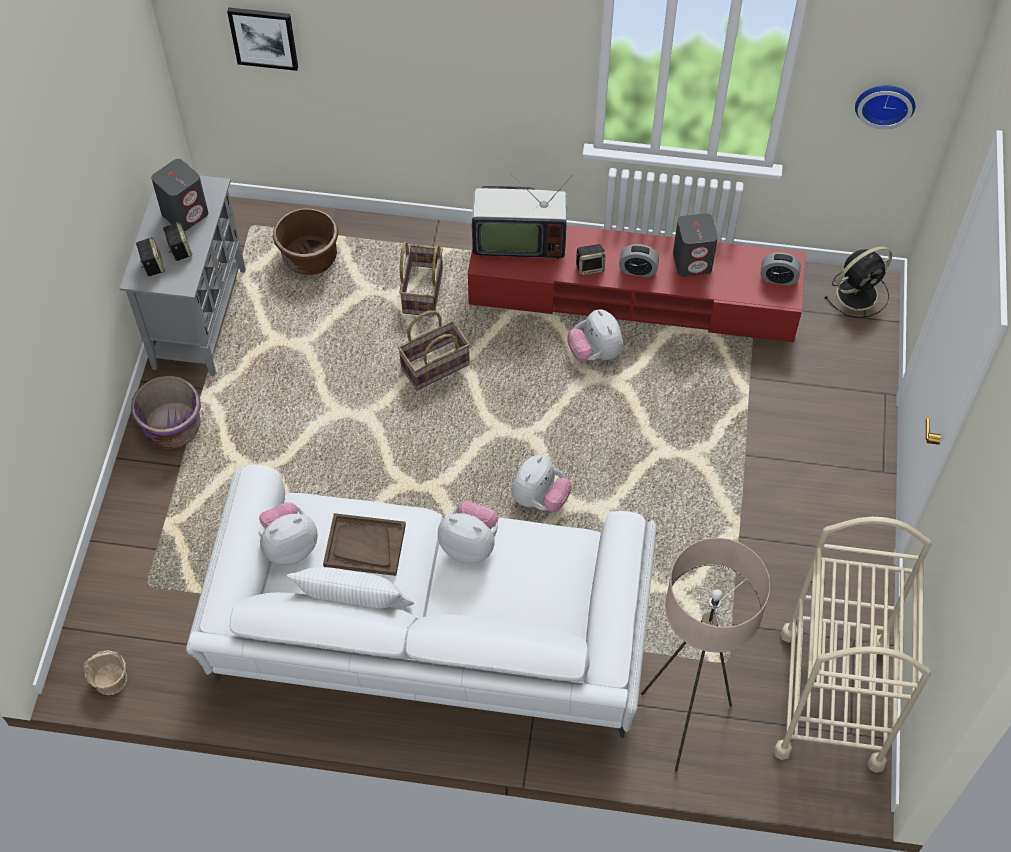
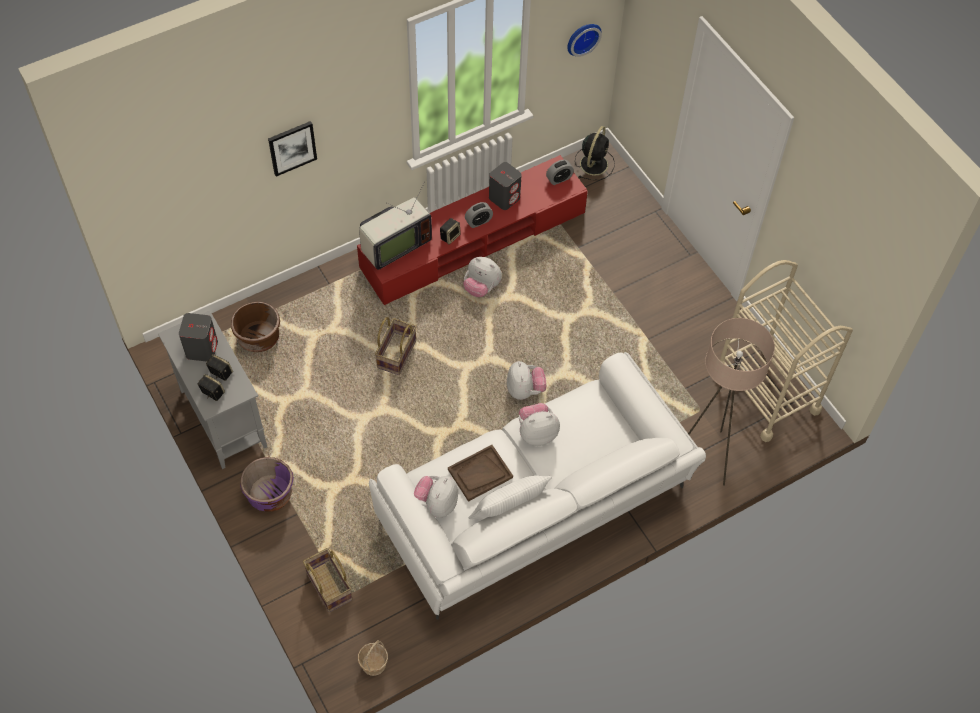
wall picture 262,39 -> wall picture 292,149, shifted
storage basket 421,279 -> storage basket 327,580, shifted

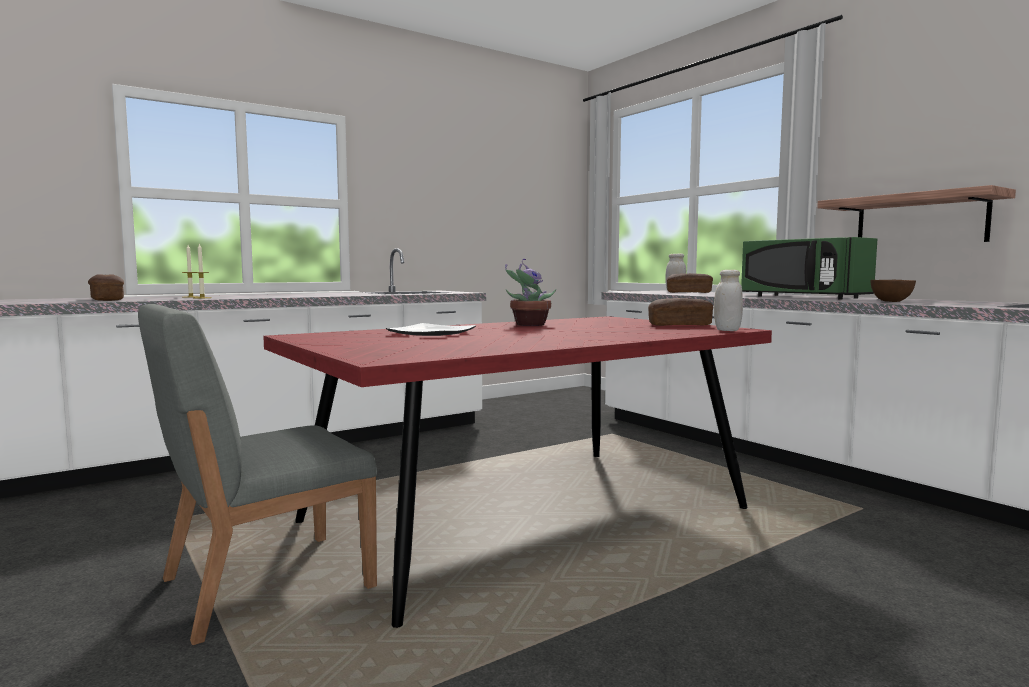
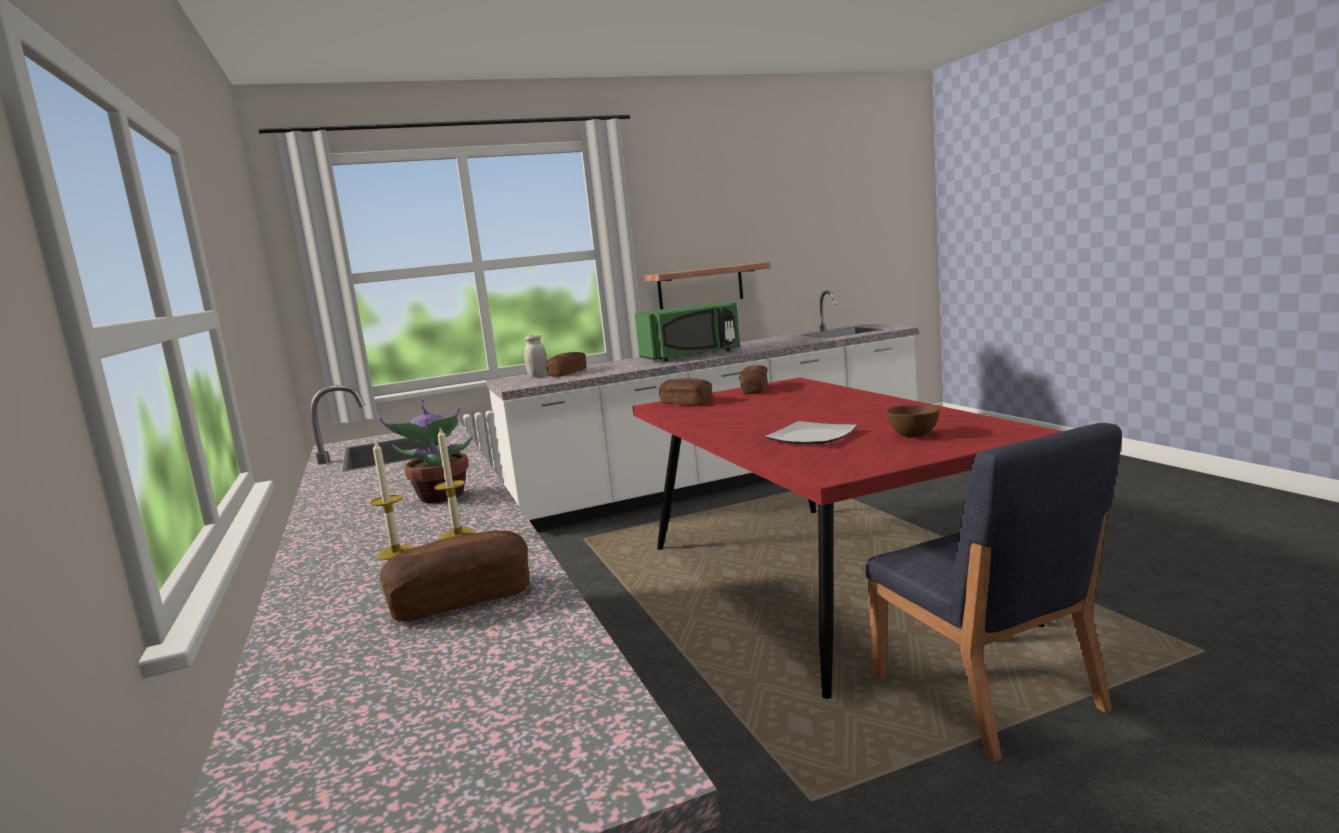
plain chair (gray) 257,474 -> plain chair (bluish) 993,592
houseplant 530,292 -> houseplant 425,451, shifted
jar (whitish) 728,300 -> none
deep dish (brown) 893,291 -> deep dish (brown) 912,421, shifted
none -> bread 686,391

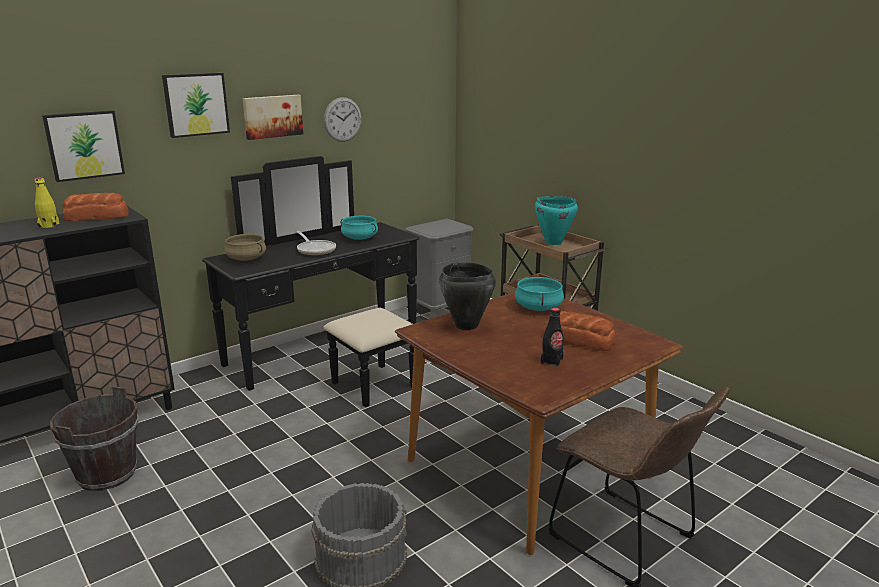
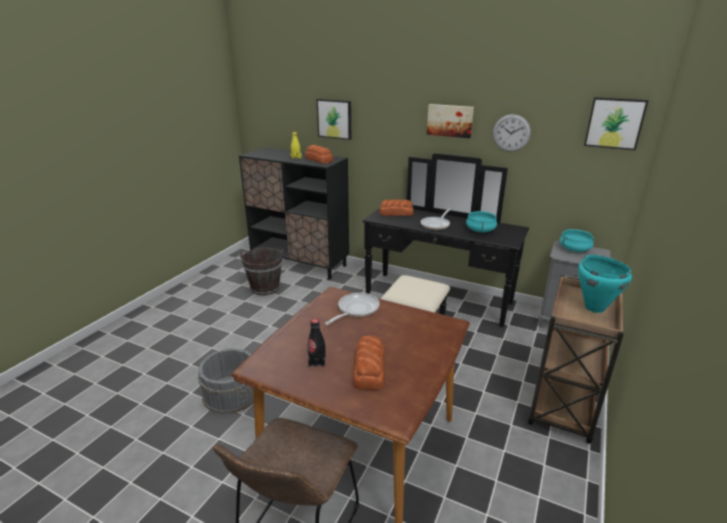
wall picture 196,105 -> wall picture 616,123, shifted
cooking pot (beige) 245,247 -> bread 396,207
cooking pot (black) 467,296 -> frying pan 352,309
cooking pot (turquoise) 539,294 -> cooking pot (turquoise) 576,240, shifted

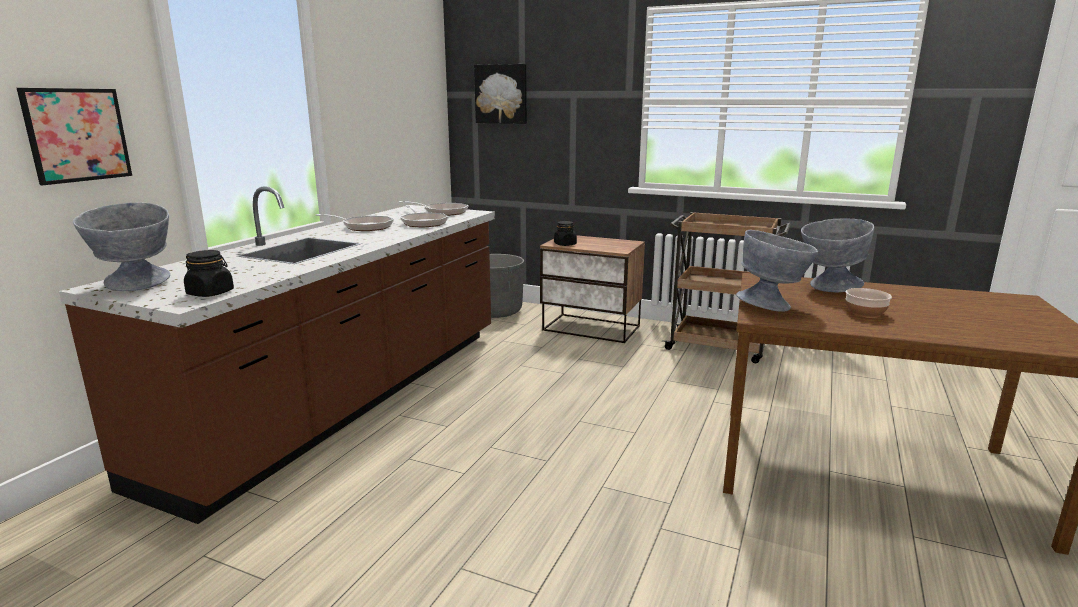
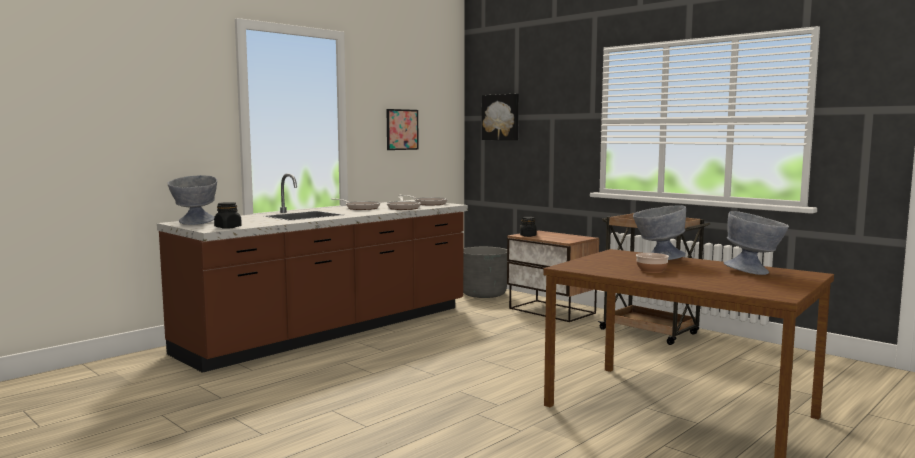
wall picture 74,136 -> wall picture 402,129, shifted
deep dish (gray) 777,271 -> deep dish (gray) 756,243, shifted

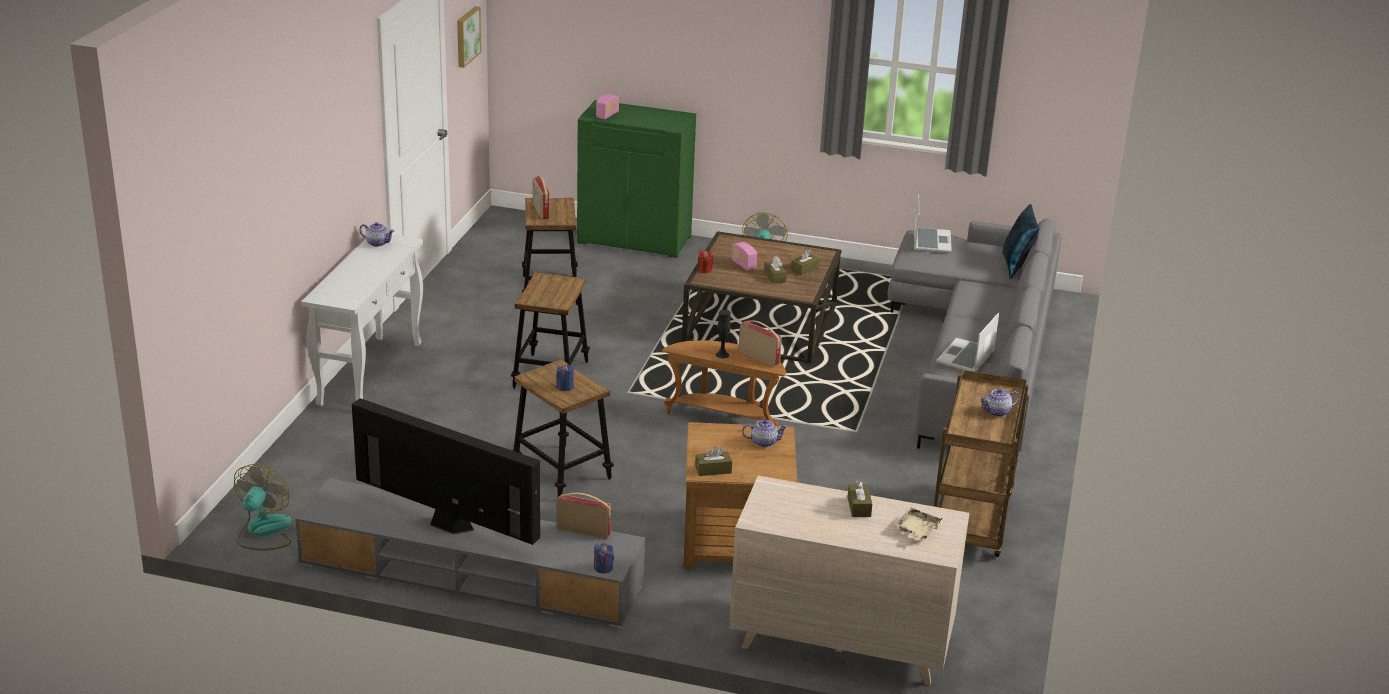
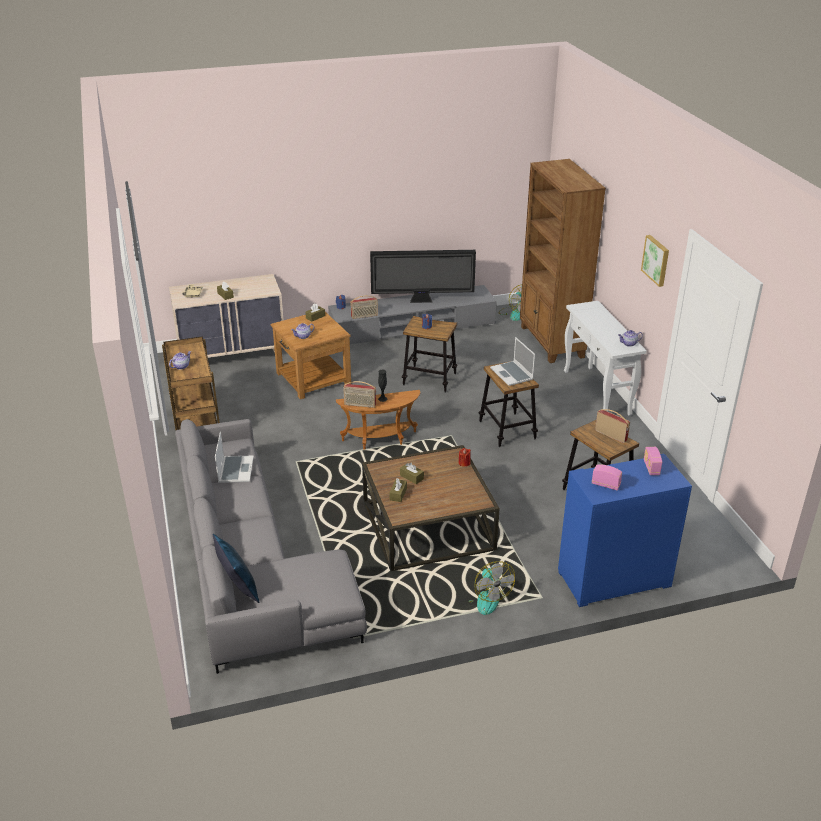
wall picture 469,37 -> wall picture 655,261, shifted
storage cabinet (greenish) 636,179 -> storage cabinet (bluish) 625,530
radio receiver 744,256 -> radio receiver 607,477, shifted
laptop 933,224 -> laptop 512,361, shifted
none -> bookcase (brown) 563,261

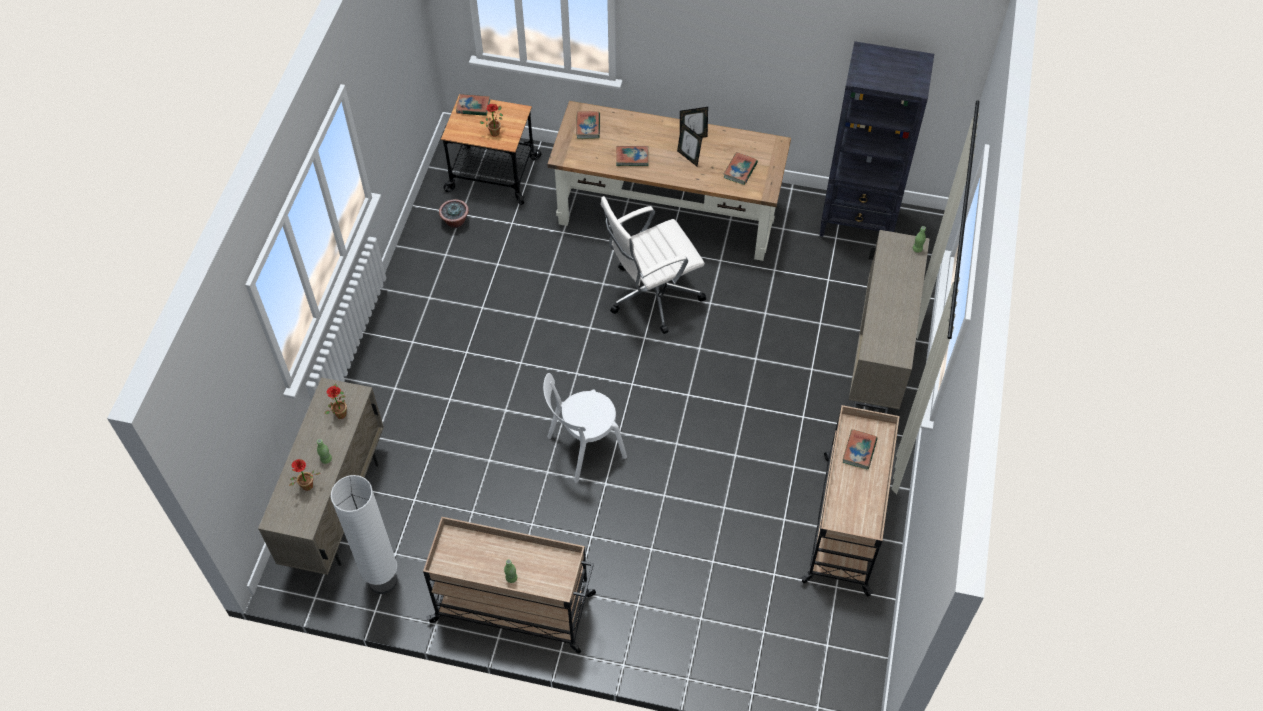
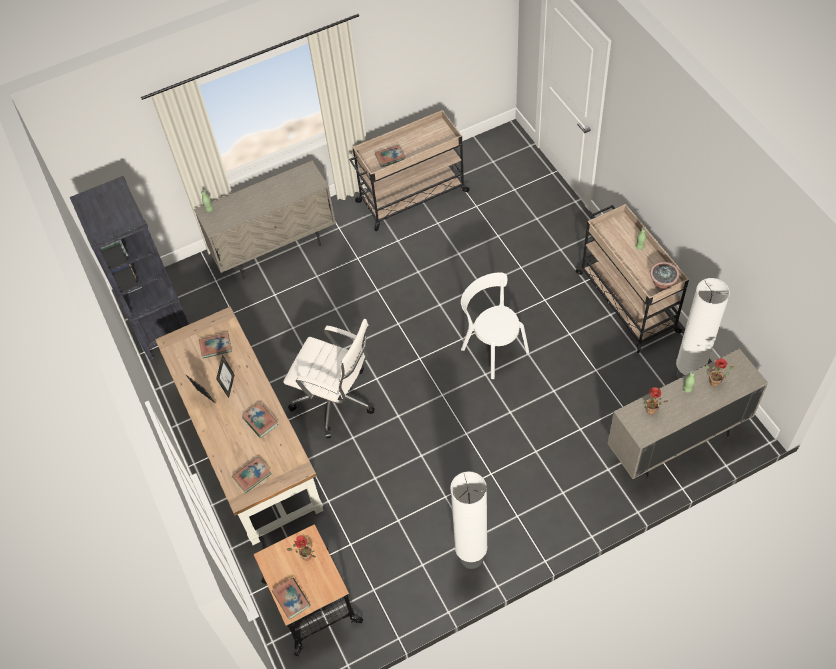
houseplant 454,213 -> houseplant 664,276, shifted
plain chair (whitish) 585,428 -> plain chair (whitish) 495,325, 150 degrees counterclockwise
none -> floor lamp (whitish) 468,520

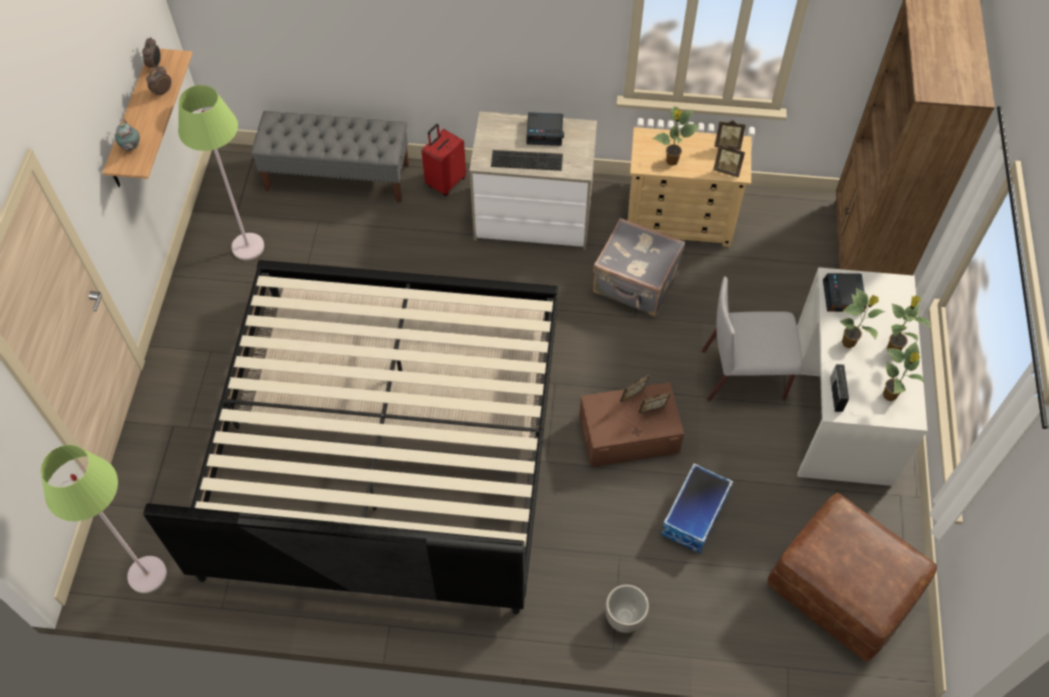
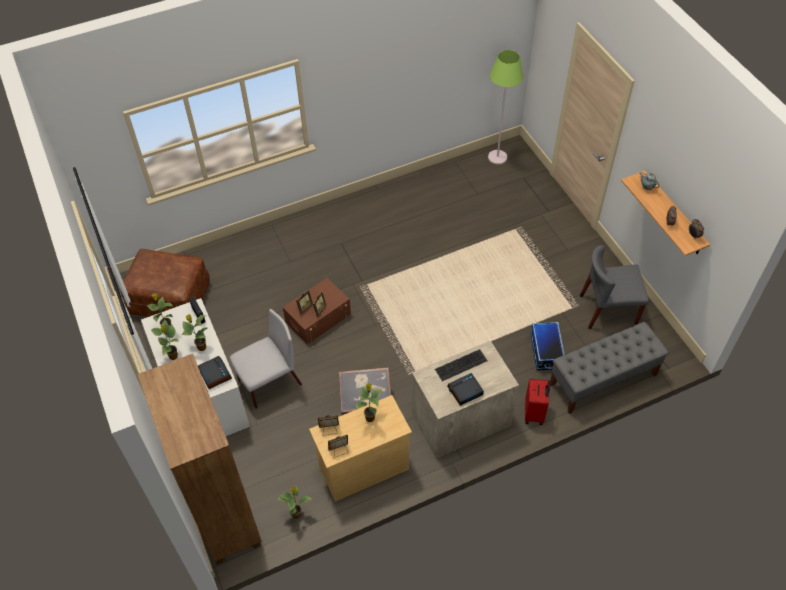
bedroom bed 350,437 -> none
floor lamp (greenish) 221,172 -> plain chair (gray) 614,287
flower pot 627,608 -> none
storage box 697,508 -> storage box 548,346, shifted
none -> houseplant 295,502

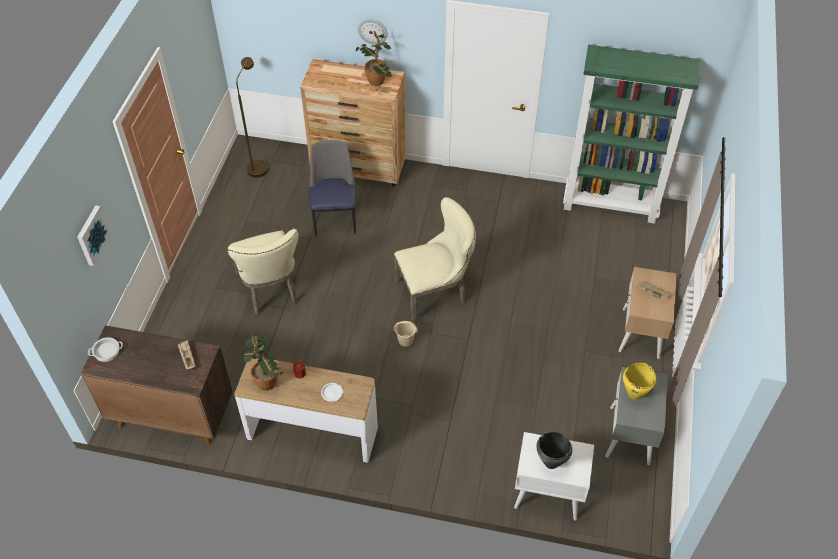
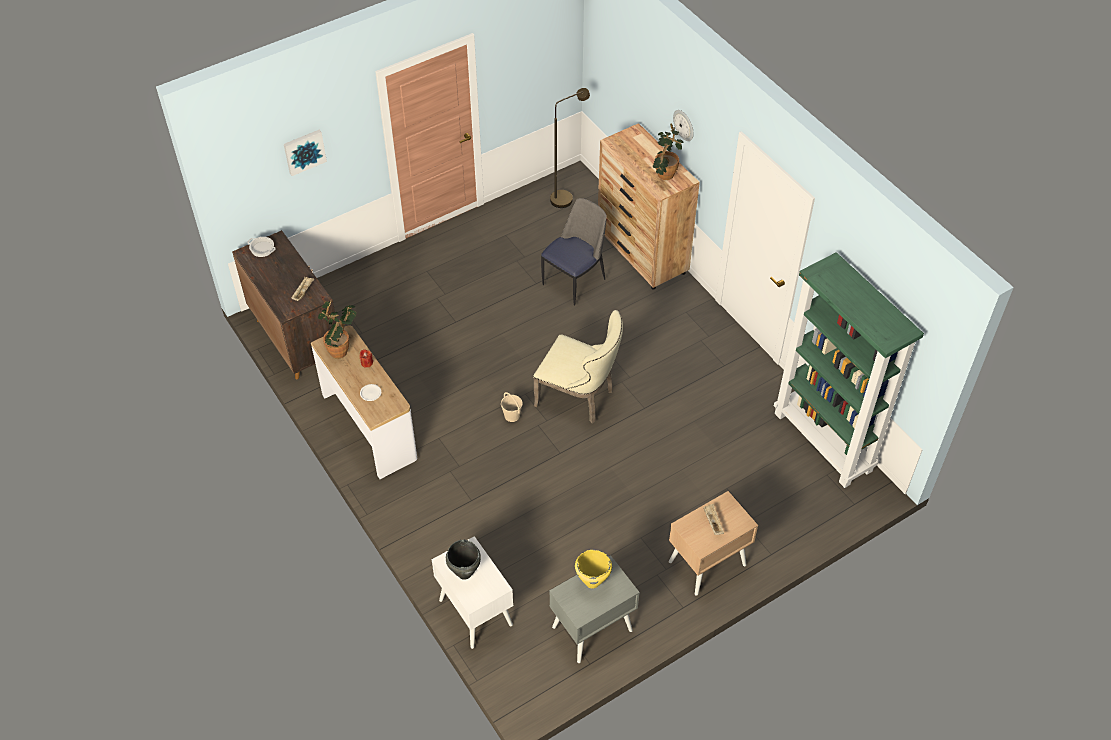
plain chair (beige) 263,271 -> none

